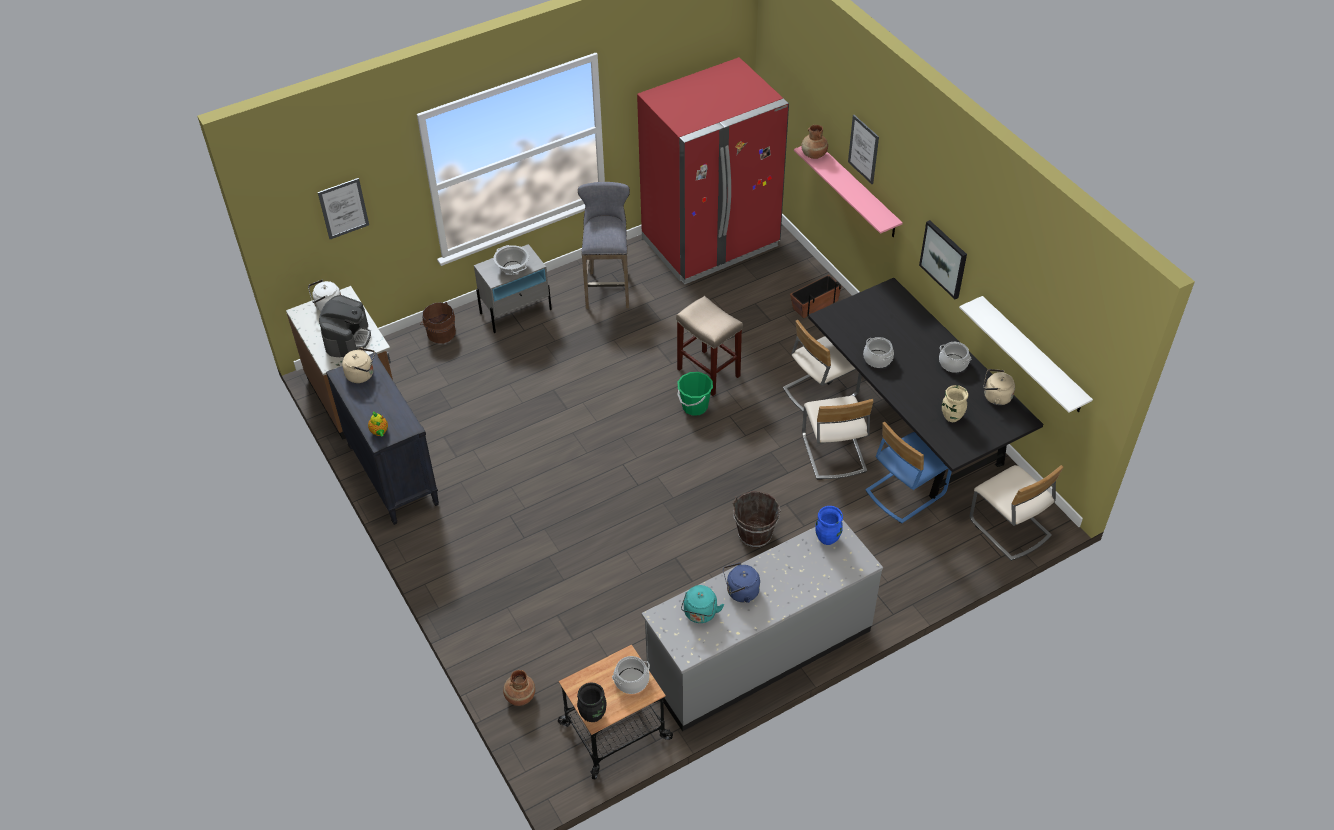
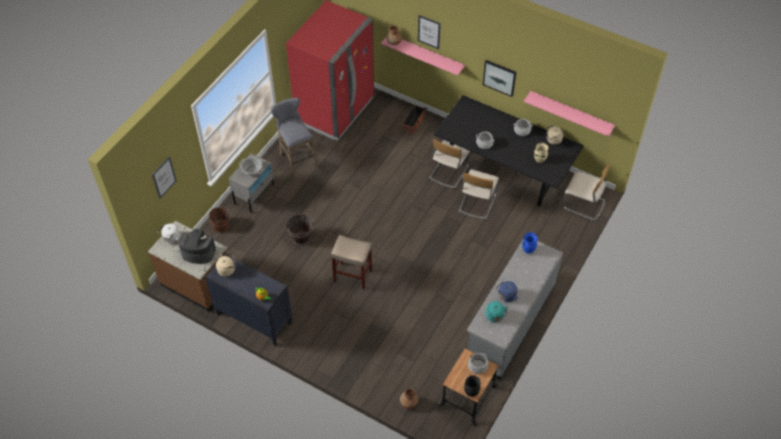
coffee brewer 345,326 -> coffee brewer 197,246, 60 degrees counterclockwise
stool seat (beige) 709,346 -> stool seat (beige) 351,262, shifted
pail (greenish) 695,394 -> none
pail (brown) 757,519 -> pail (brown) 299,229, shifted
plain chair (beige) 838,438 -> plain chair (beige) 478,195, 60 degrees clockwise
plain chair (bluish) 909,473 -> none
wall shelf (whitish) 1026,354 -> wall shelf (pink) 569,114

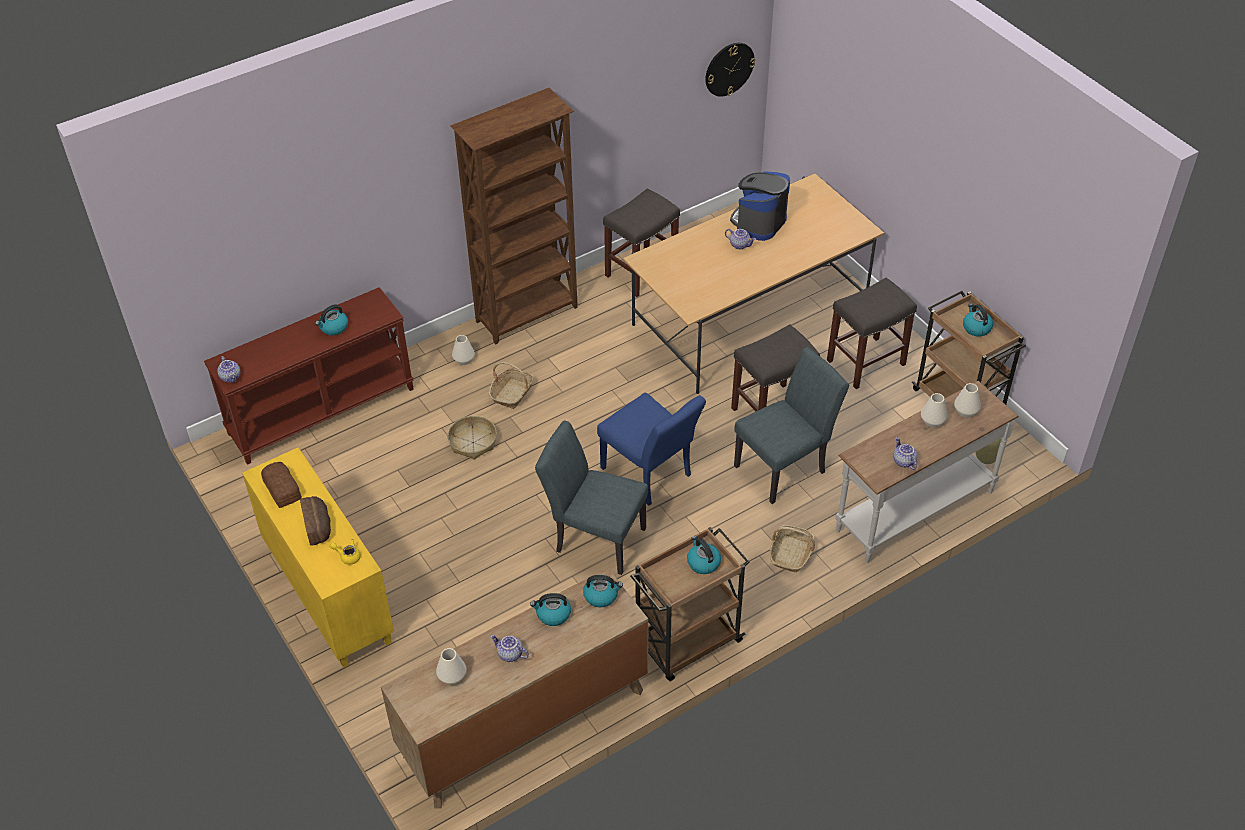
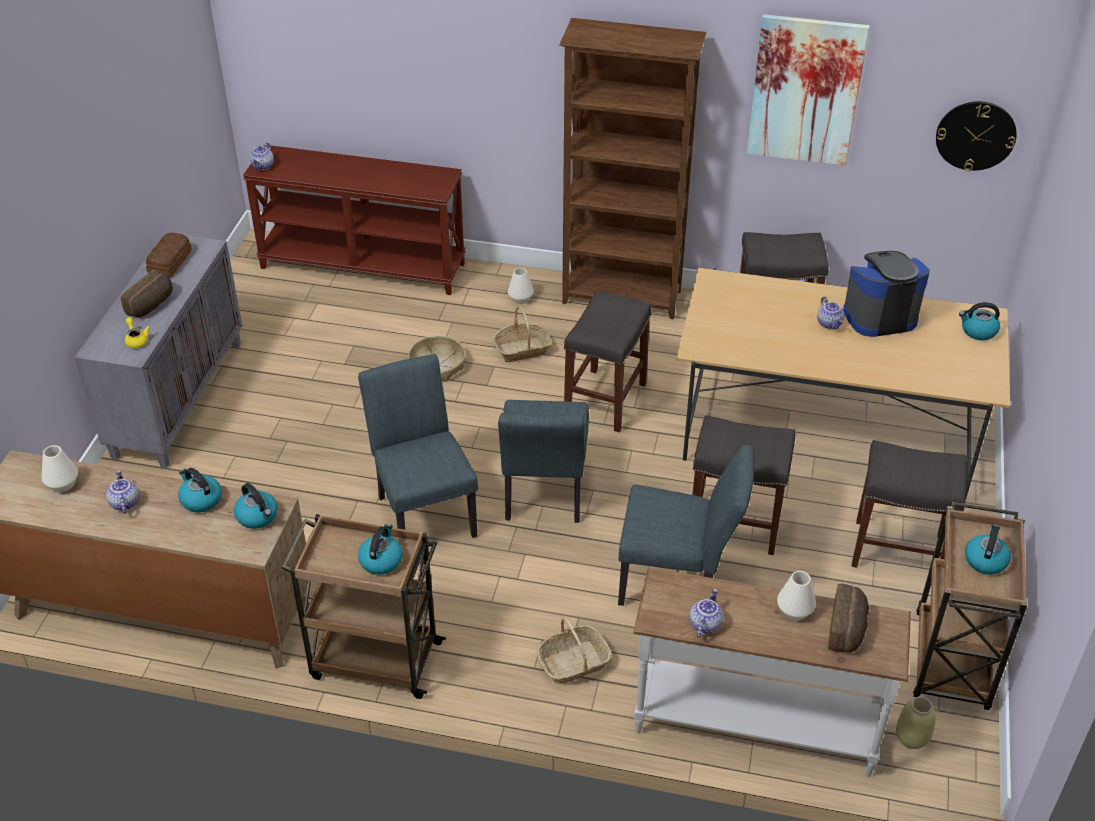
storage cabinet (yellow) 318,557 -> storage cabinet (gray) 158,350
water kettle 331,320 -> water kettle 979,321, shifted
plain chair (bluish) 651,449 -> plain chair (gray) 543,461
flower vase (whitish) 967,400 -> bread 848,618
none -> stool seat (gray) 607,362
none -> wall picture 808,90

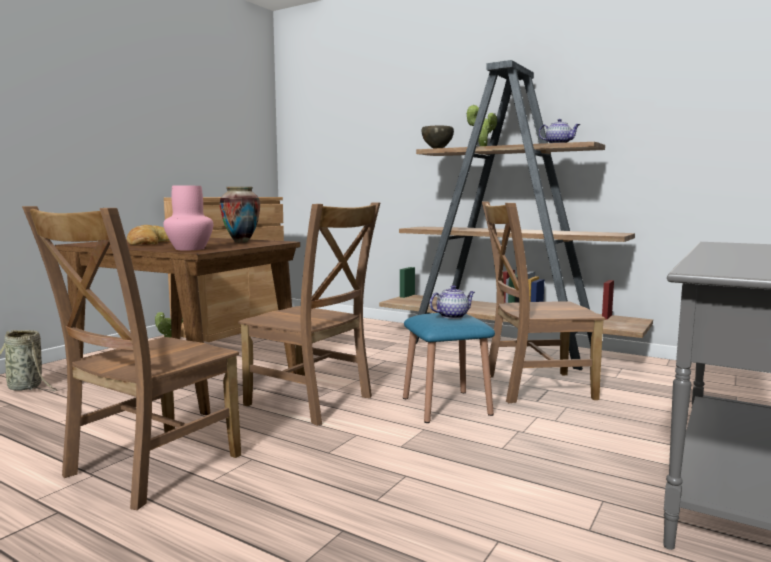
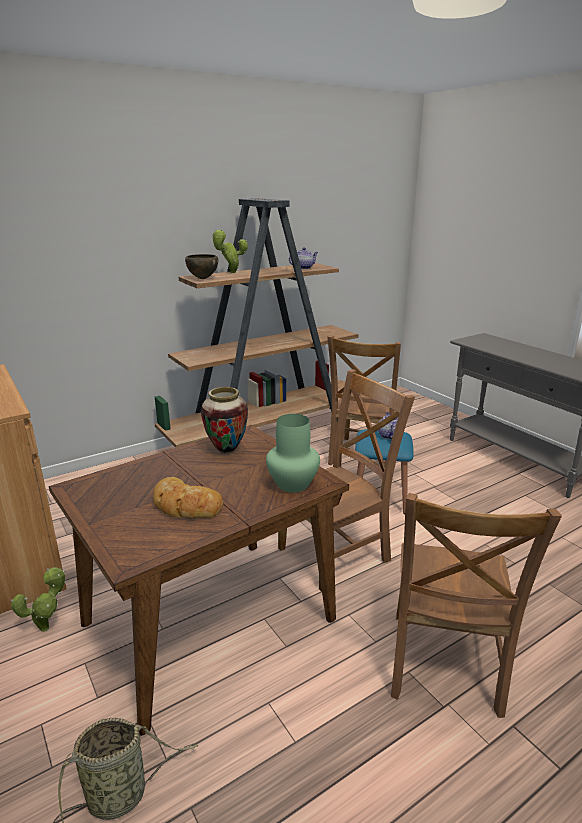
plain chair (brown) 131,358 -> plain chair (brown) 476,605, 45 degrees clockwise
flower vase (pink) 188,218 -> flower vase (greenish) 293,453

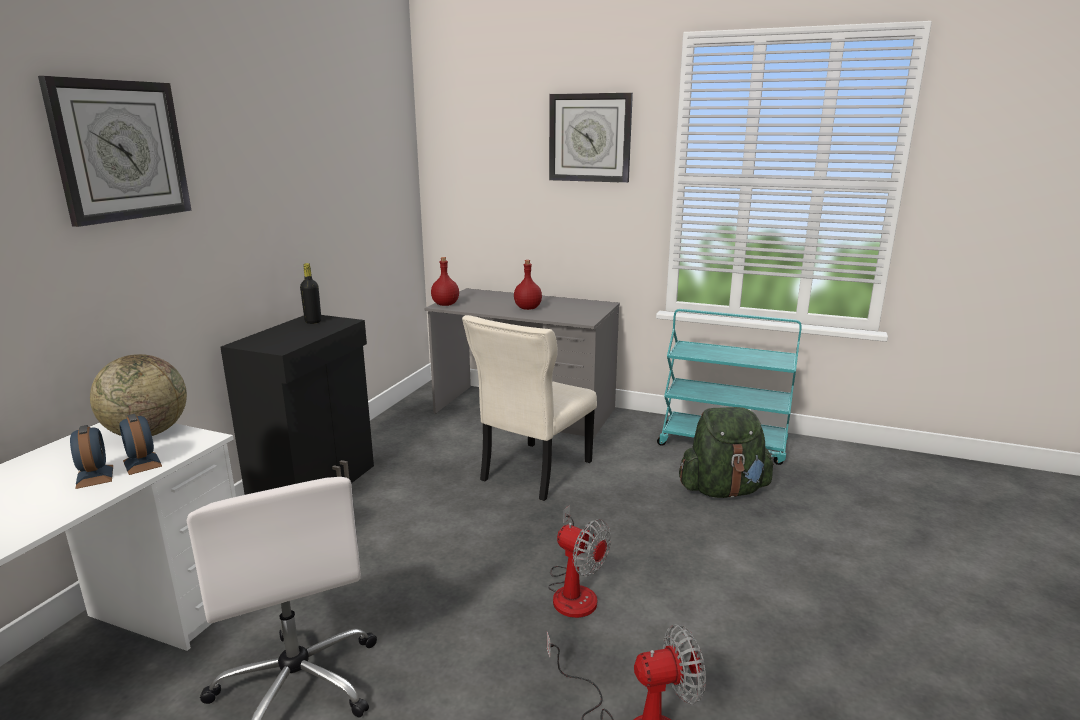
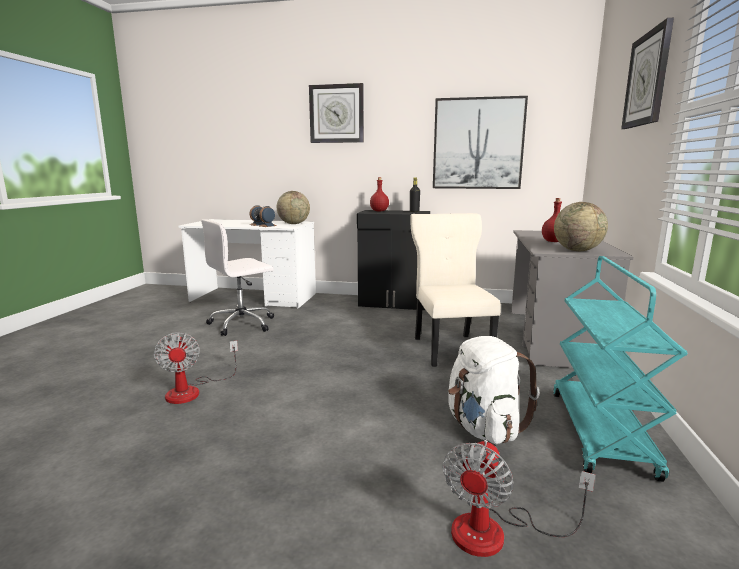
beverage bottle (red) 445,281 -> beverage bottle (red) 379,194, shifted
plain chair (beige) 529,408 -> plain chair (beige) 455,290, 60 degrees clockwise
fan 579,561 -> fan 519,498, shifted
rucksack (greenish) 726,452 -> rucksack (whitish) 493,390
none -> wall picture 480,142
none -> world globe 581,226

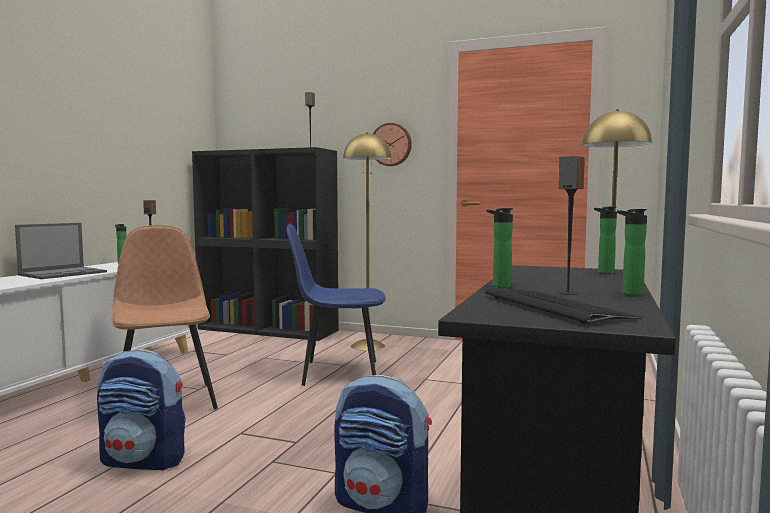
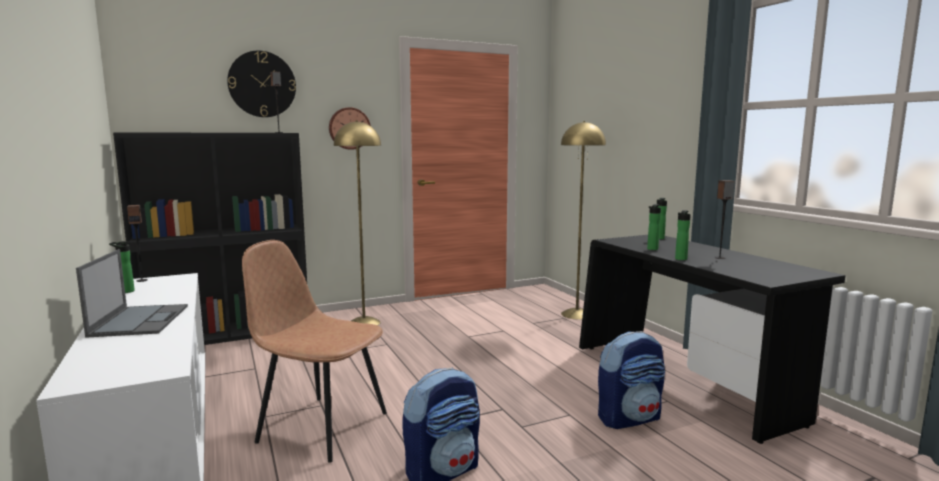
plain chair (bluish) 336,304 -> none
keyboard 563,305 -> none
beverage bottle 632,252 -> beverage bottle 654,227, shifted
none -> clock on the wall 261,84

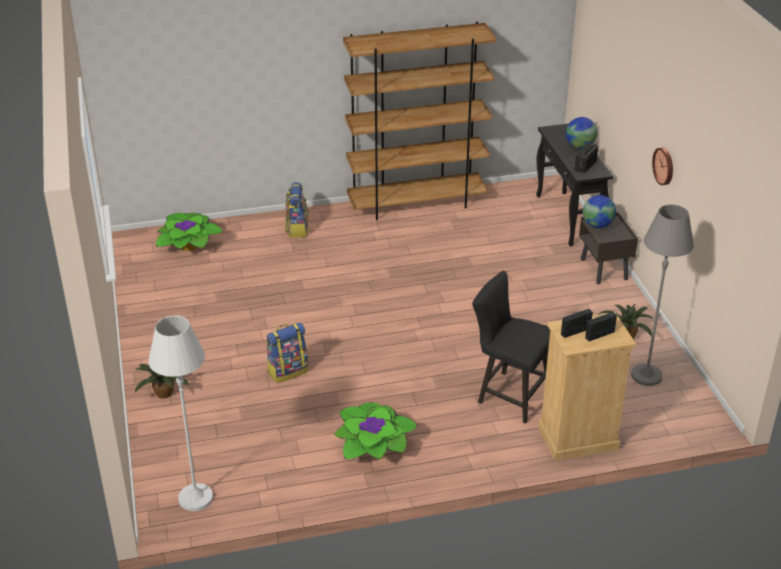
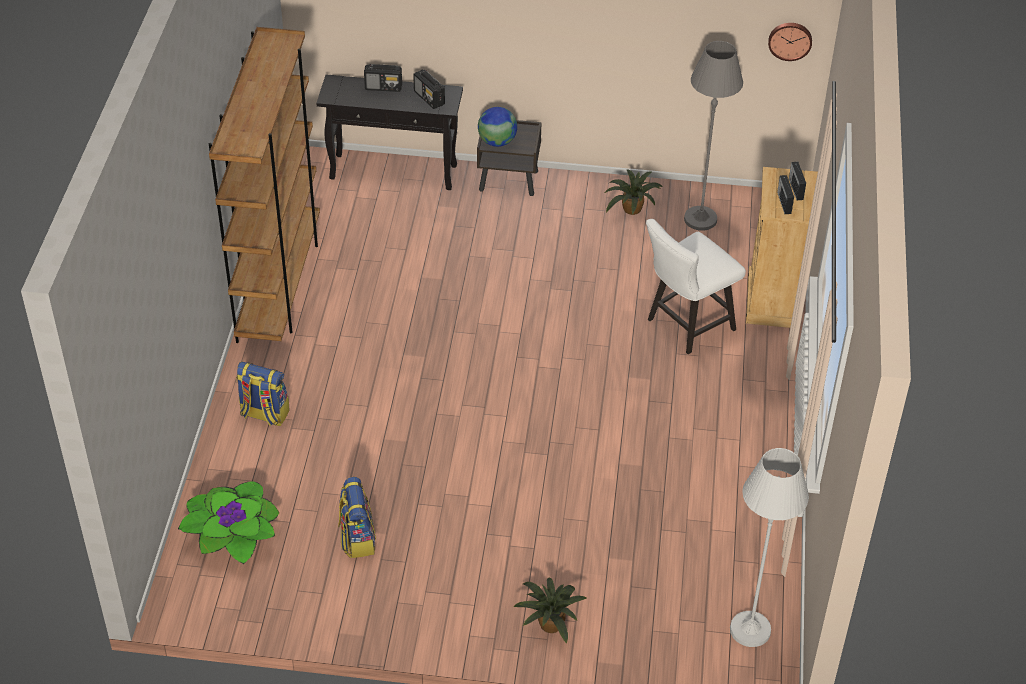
rucksack 287,352 -> rucksack 357,517, shifted
houseplant 375,431 -> none
plain chair (black) 511,347 -> plain chair (whitish) 696,286
world globe 582,133 -> radio receiver 383,78
clock on the wall 662,166 -> clock on the wall 790,42, shifted

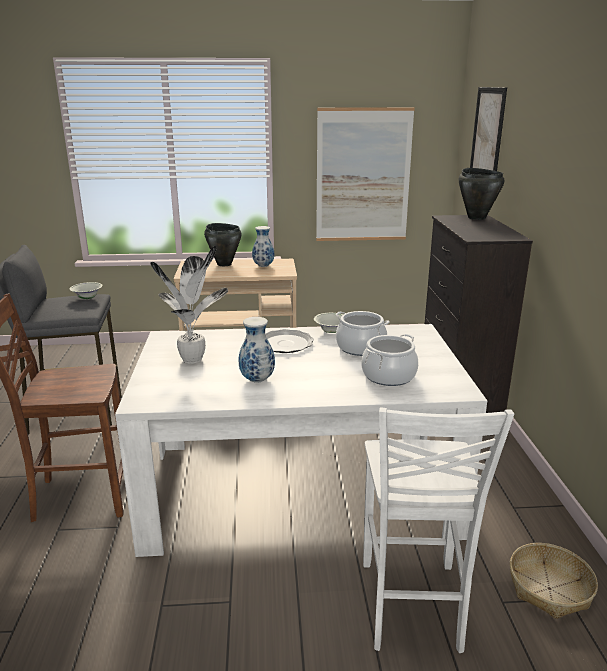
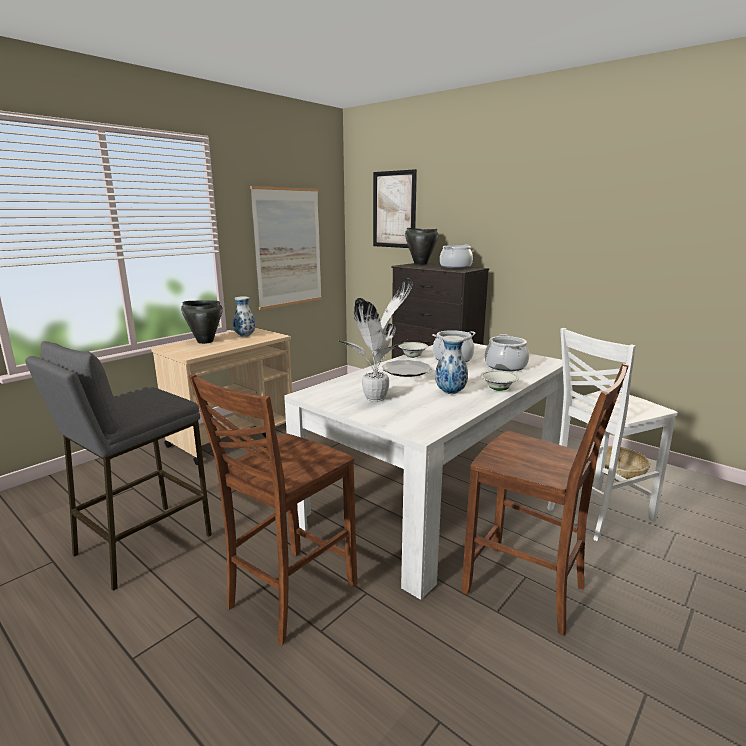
deep dish (whitish) 86,290 -> deep dish (whitish) 500,380, shifted
plain chair (whitish) 438,530 -> plain chair (whitish) 612,434, 105 degrees clockwise
none -> cooking pot 456,257
none -> plain chair (brown) 545,499

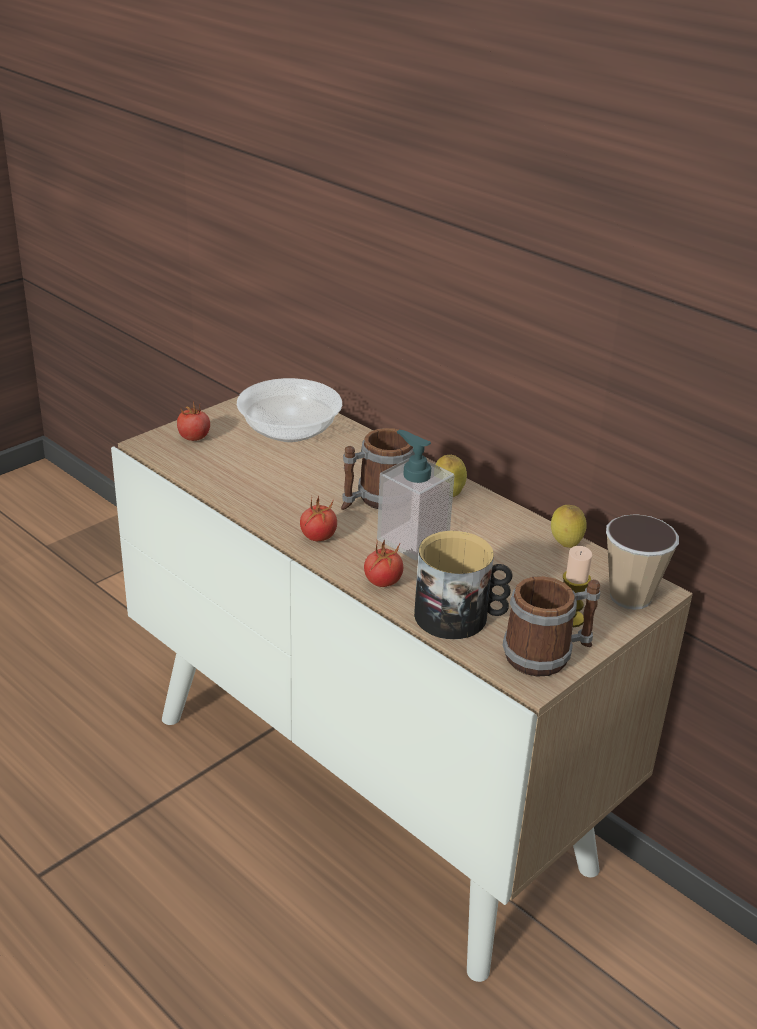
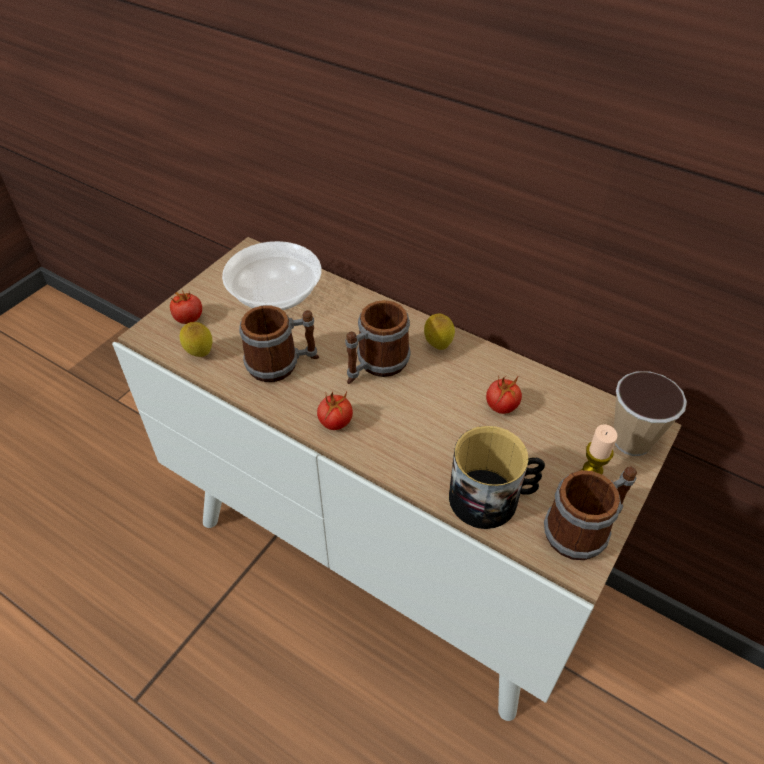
tomato 383,563 -> tomato 504,394, shifted
soap dispenser 416,495 -> none
lemon 569,526 -> lemon 196,339, shifted
none -> coffee mug 279,343

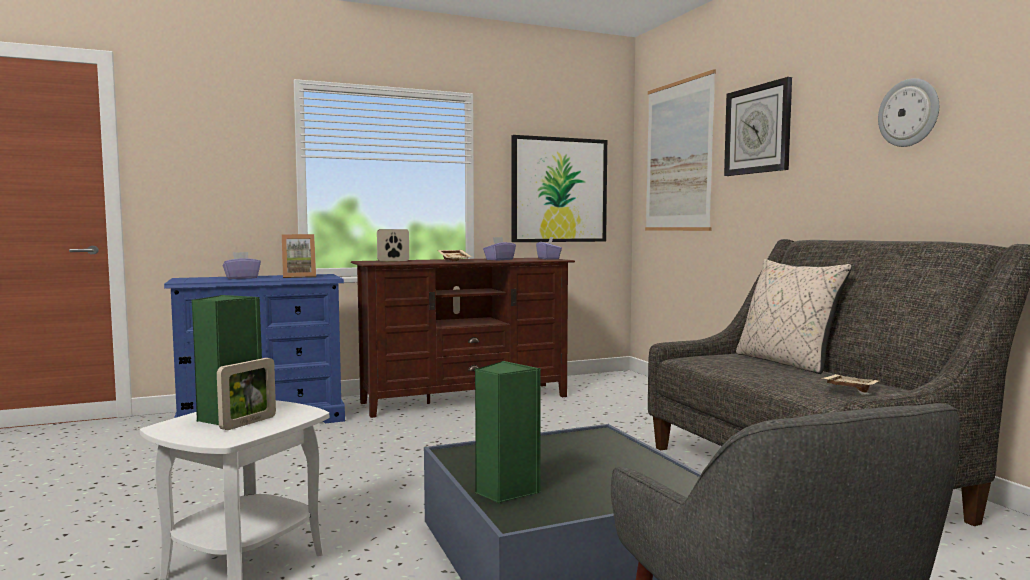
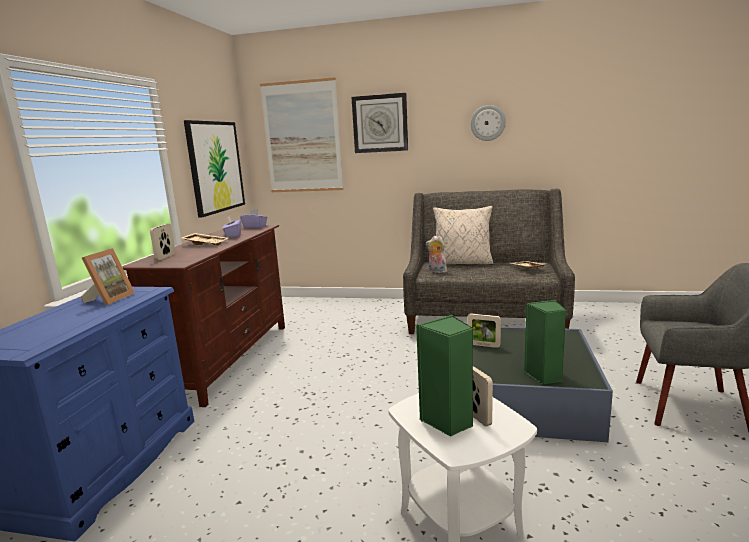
tissue holder (purple-coloured) 242,265 -> none
none -> soft toy 436,254
none -> photo frame 484,331

